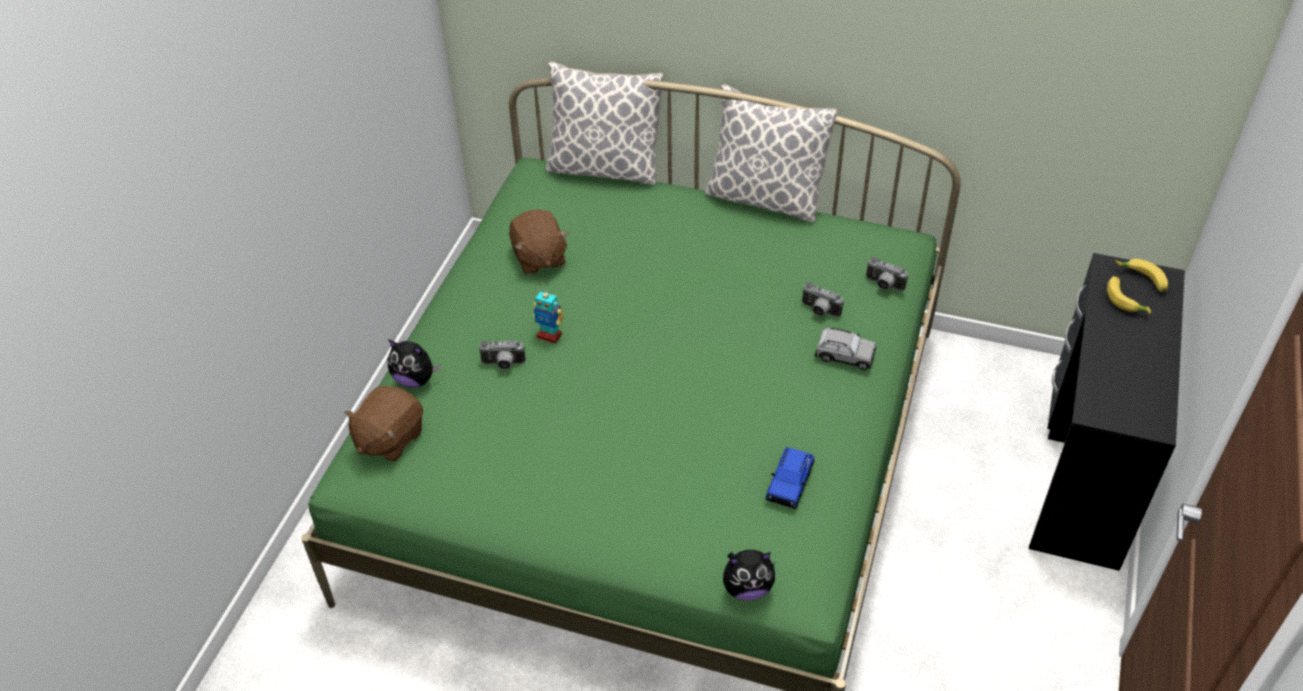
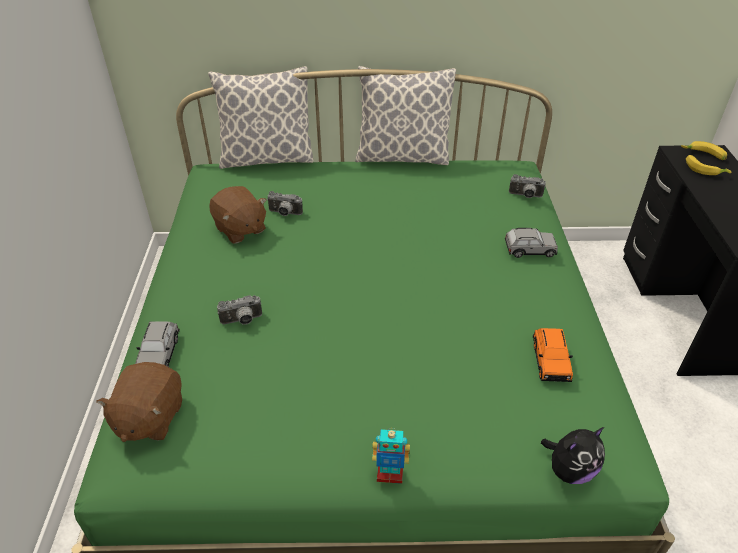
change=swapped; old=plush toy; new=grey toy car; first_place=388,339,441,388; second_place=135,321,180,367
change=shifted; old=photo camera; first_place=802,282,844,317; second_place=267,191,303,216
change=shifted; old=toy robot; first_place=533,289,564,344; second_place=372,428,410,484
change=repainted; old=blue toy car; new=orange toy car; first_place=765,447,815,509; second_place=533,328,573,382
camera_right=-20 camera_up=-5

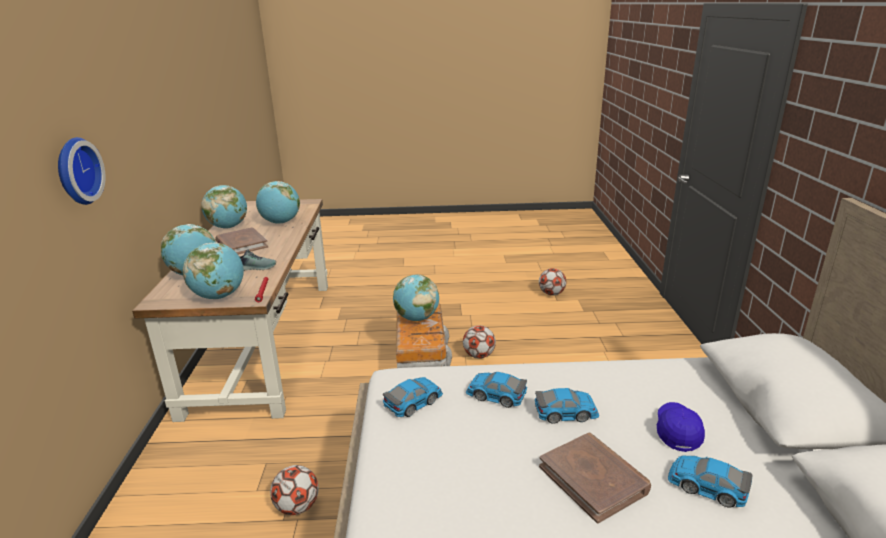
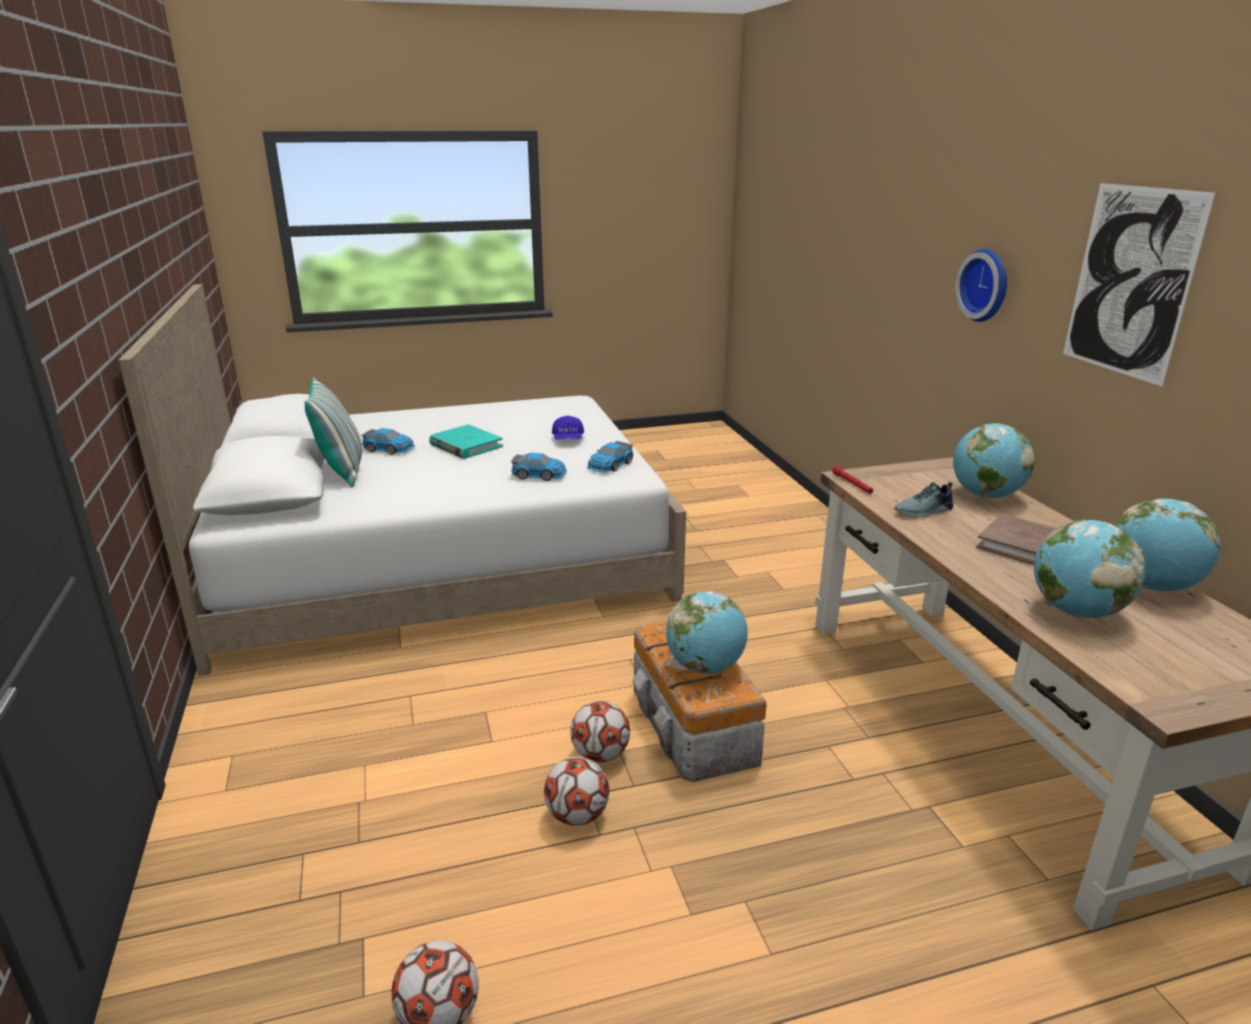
change=new; new=pillow; second_place=304,377,362,487
change=repainted; old=brown book; new=turquoise book; first_place=539,433,651,524; second_place=429,424,503,459
change=shifted; old=football; first_place=270,465,319,515; second_place=544,757,609,826
change=shifted; old=blue cap; first_place=657,402,705,452; second_place=552,415,584,440
change=new; new=picture; second_place=1063,183,1216,387
change=gone; old=globe; first_place=183,242,244,299
change=gone; old=toy car; first_place=535,388,599,424
camera_right=165 camera_up=0

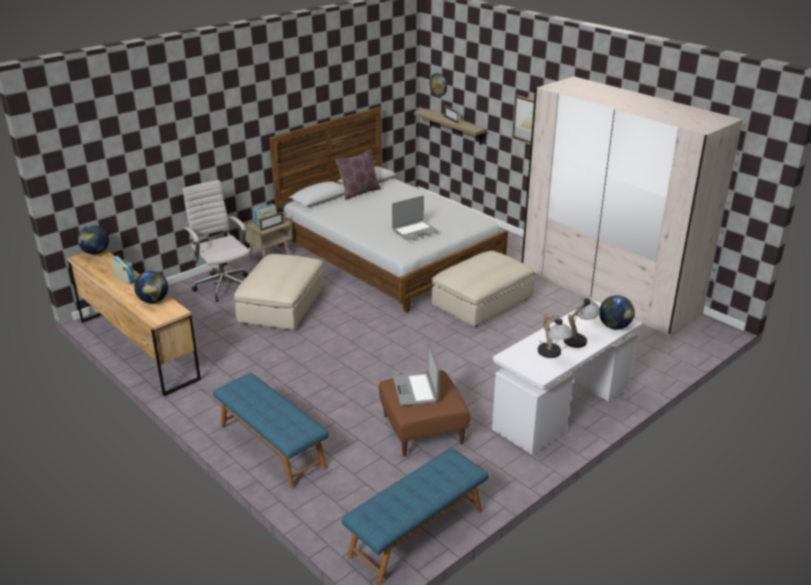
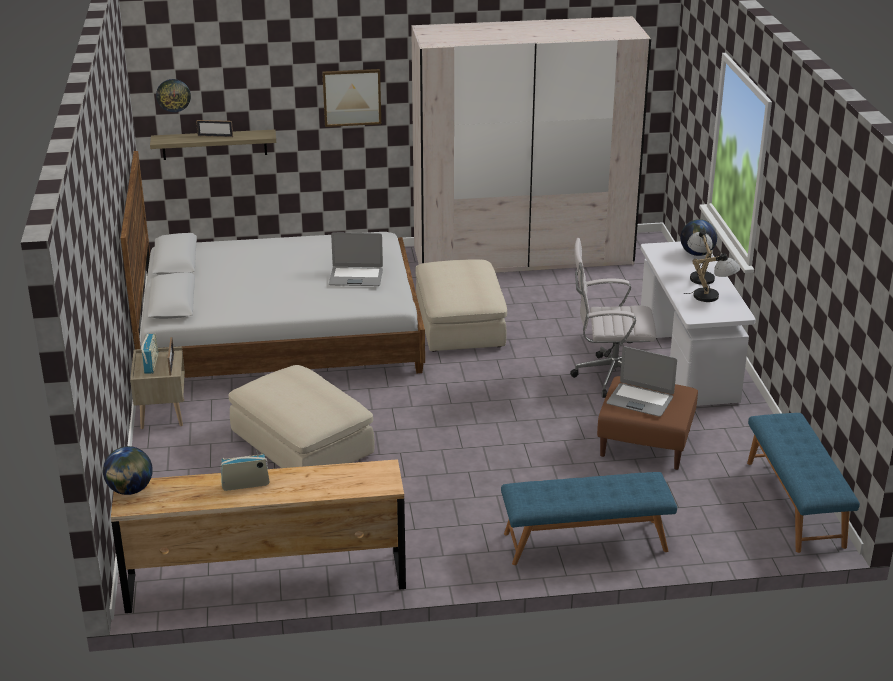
change=rotated; old=laptop; first_place=392,196,439,240; second_place=329,232,383,286; degrees=90
change=shifted; old=white office chair; first_place=182,180,249,302; second_place=570,238,656,398
change=gone; old=globe; first_place=134,271,168,303
change=gone; old=brown pillow; first_place=336,149,381,200
camera_right=-55 camera_up=0

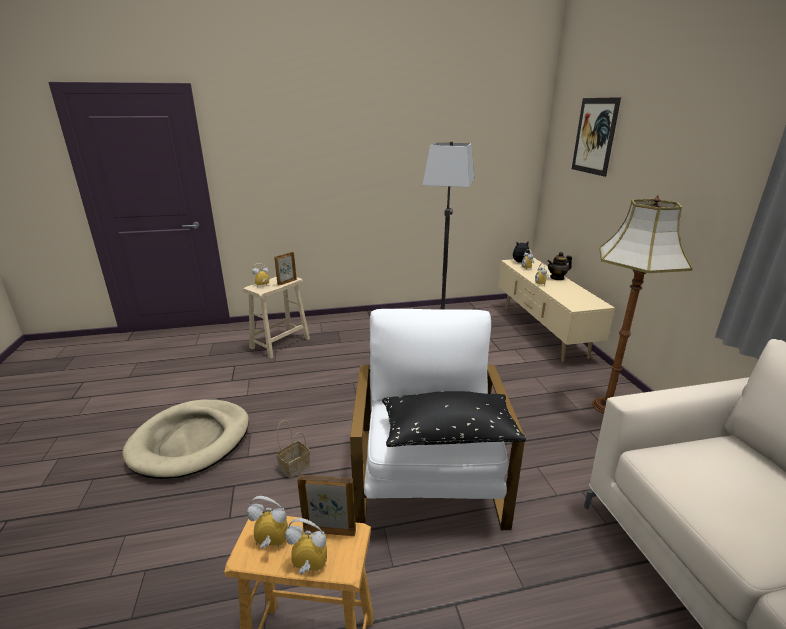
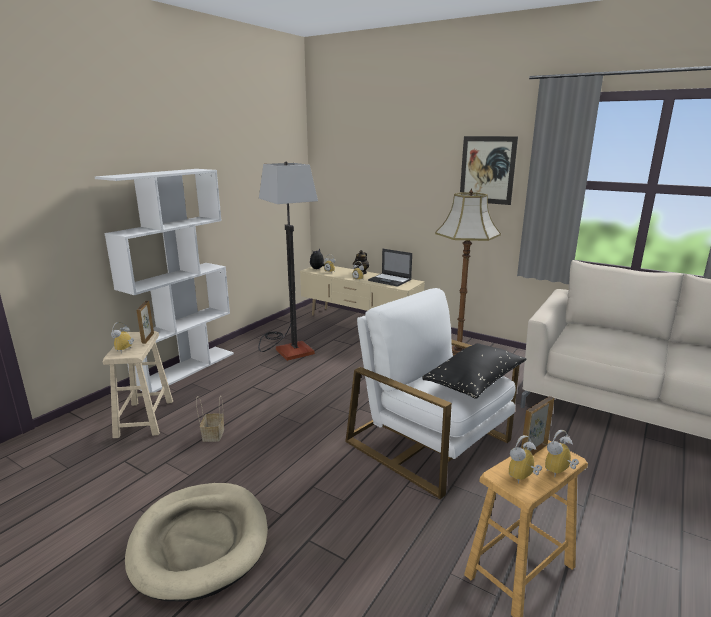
change=new; new=white bookcase; second_place=95,169,234,393
change=shifted; old=basket; first_place=276,421,310,478; second_place=196,396,224,442
change=new; new=laptop; second_place=368,249,412,287
change=shifted; old=picture; first_place=572,97,621,177; second_place=460,136,518,205
camera_right=-45 camera_up=-5

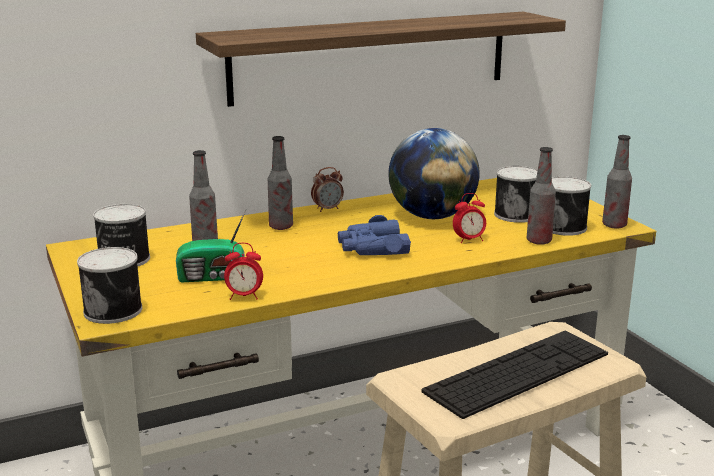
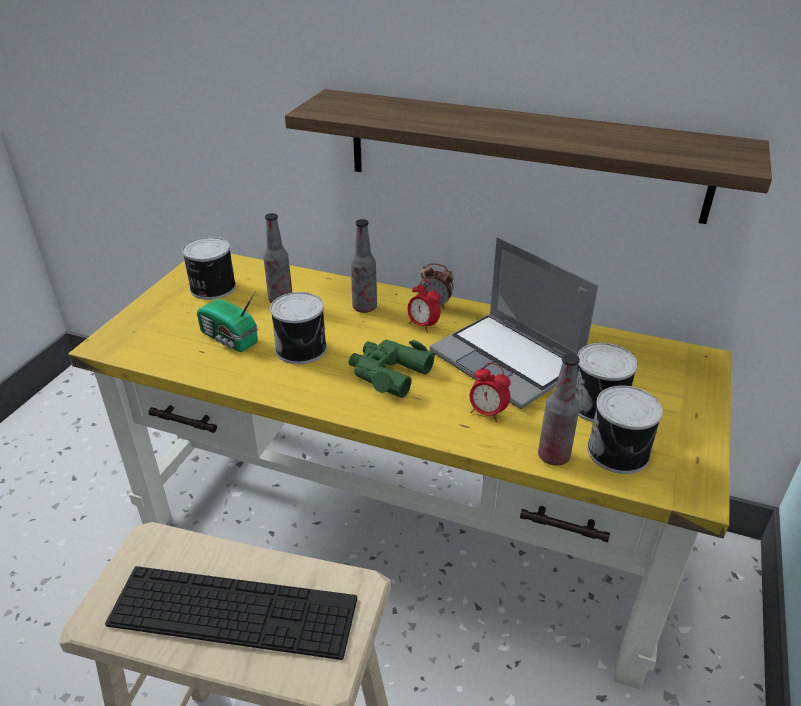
change=shifted; old=can; first_place=77,247,142,324; second_place=270,292,327,364
change=repainted; old=blue binoculars; new=green binoculars; first_place=338,215,411,255; second_place=349,340,435,398
change=shifted; old=alarm clock; first_place=224,243,263,300; second_place=408,280,441,333
change=swapped; old=globe; new=laptop; first_place=388,128,480,219; second_place=430,238,599,409
change=gone; old=bottle; first_place=602,135,632,228
camera_right=45 camera_up=15

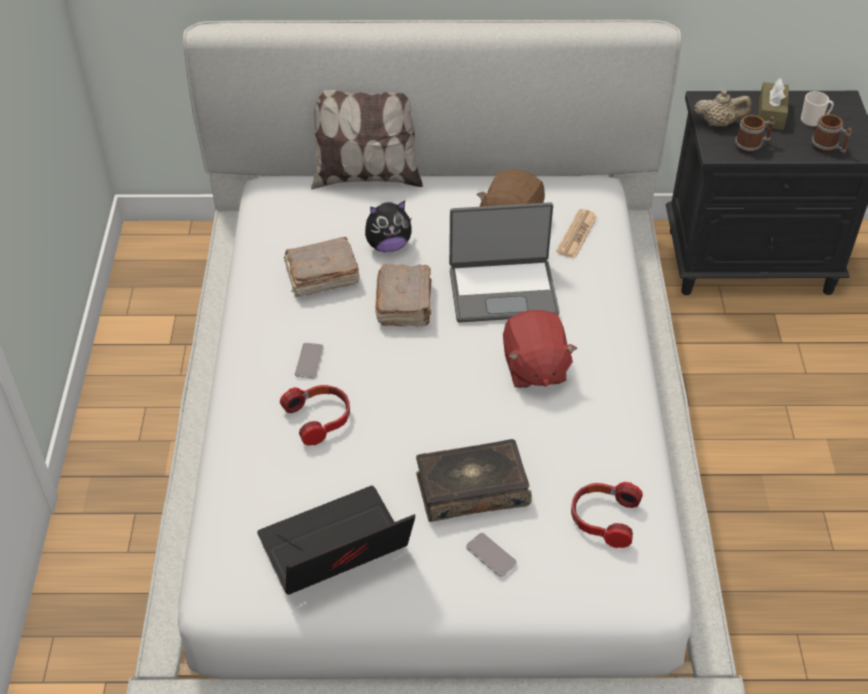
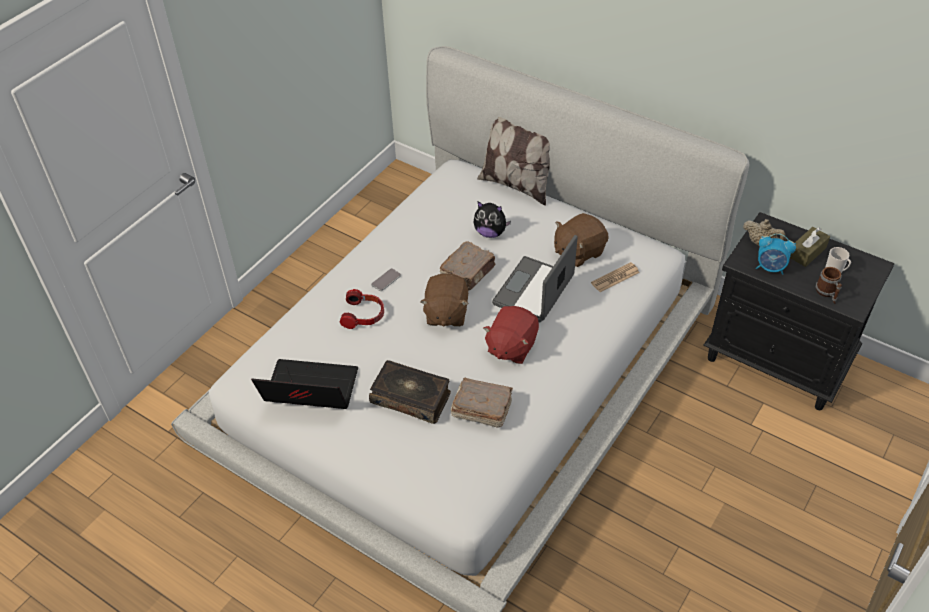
change=new; new=brown plush toy; second_place=420,273,469,327
change=shifted; old=brown book; first_place=284,237,360,297; second_place=451,378,513,428
change=rotated; old=laptop; first_place=449,202,560,323; second_place=492,235,578,323; degrees=90
change=swapped; old=mug; new=alarm clock; first_place=735,115,775,154; second_place=756,233,796,275
change=gone; old=phone; first_place=466,532,517,577
change=gone; old=headphones; first_place=571,482,643,548
camera_right=35 camera_up=0

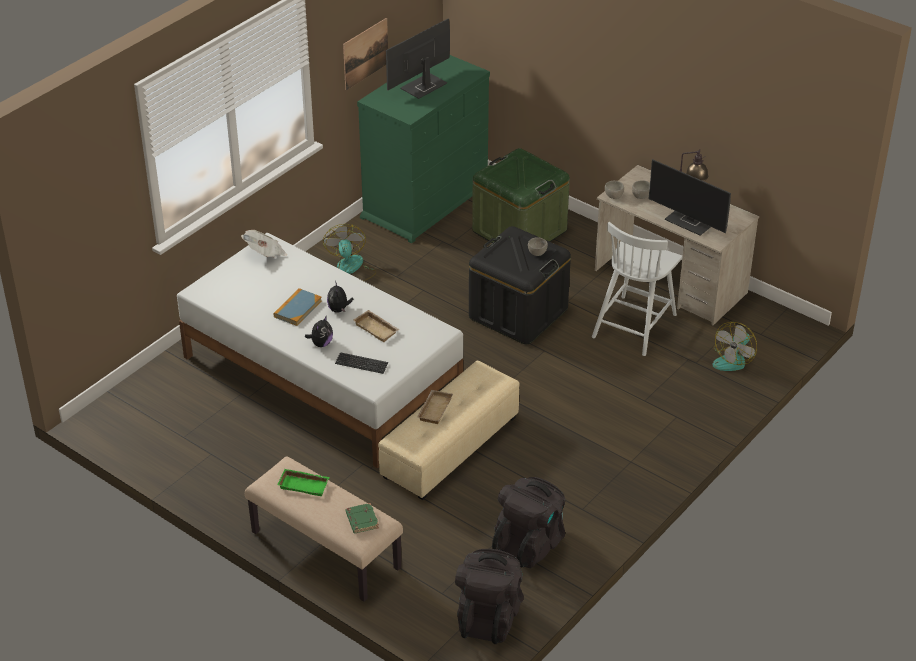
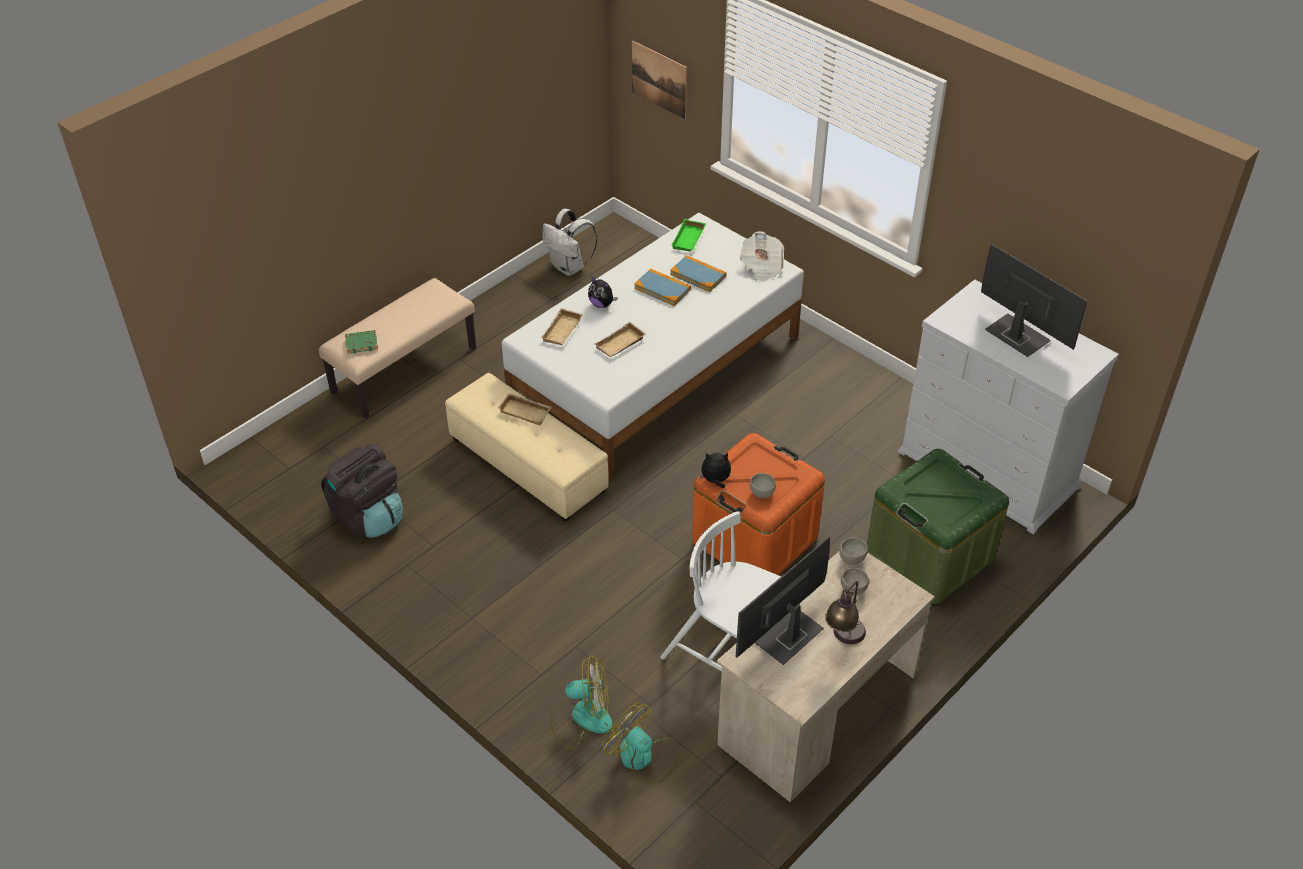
change=swapped; old=keyboard; new=beige tray; first_place=335,352,388,374; second_place=541,308,583,345
change=new; new=white backpack; second_place=542,209,598,276
change=shifted; old=fan; first_place=323,224,376,281; second_place=549,655,613,749
change=shifted; old=picture; first_place=343,18,388,90; second_place=632,41,687,119
change=new; new=book; second_place=670,255,727,292
change=shifted; old=green tray; first_place=277,469,330,496; second_place=671,219,706,252
change=repainted; old=black storage box; new=orange storage box; first_place=469,226,571,344; second_place=692,433,825,575
change=shifted; old=plush toy; first_place=327,281,353,313; second_place=699,453,731,488
change=repainted; old=green dresser; new=white dresser; first_place=357,55,490,243; second_place=898,279,1119,535
change=gone; old=black backpack; first_place=455,549,524,644
camera_right=95 camera_up=5

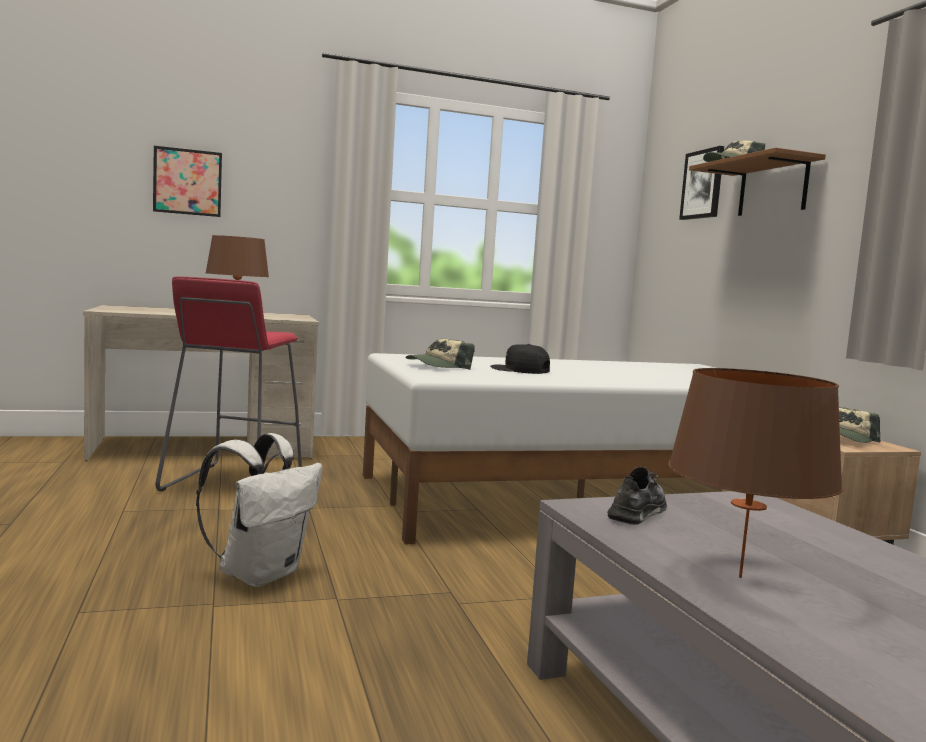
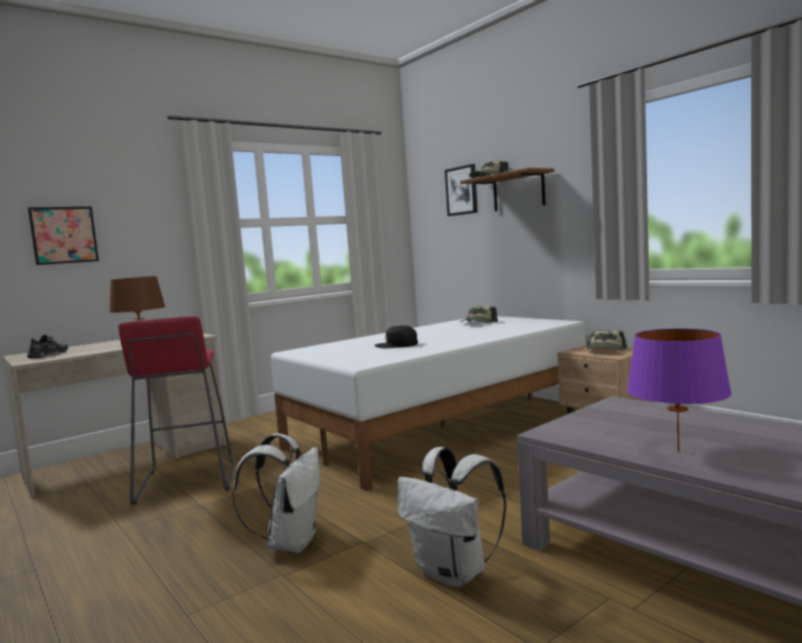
change=shifted; old=grey shoe; first_place=607,467,667,525; second_place=27,335,68,358
change=new; new=white backpack; second_place=397,447,506,588
change=shifted; old=cap; first_place=406,339,475,370; second_place=460,306,498,323
change=repainted; old=brown table lamp; new=purple table lamp; first_place=668,368,843,578; second_place=627,329,732,452
camera_right=-20 camera_up=0

